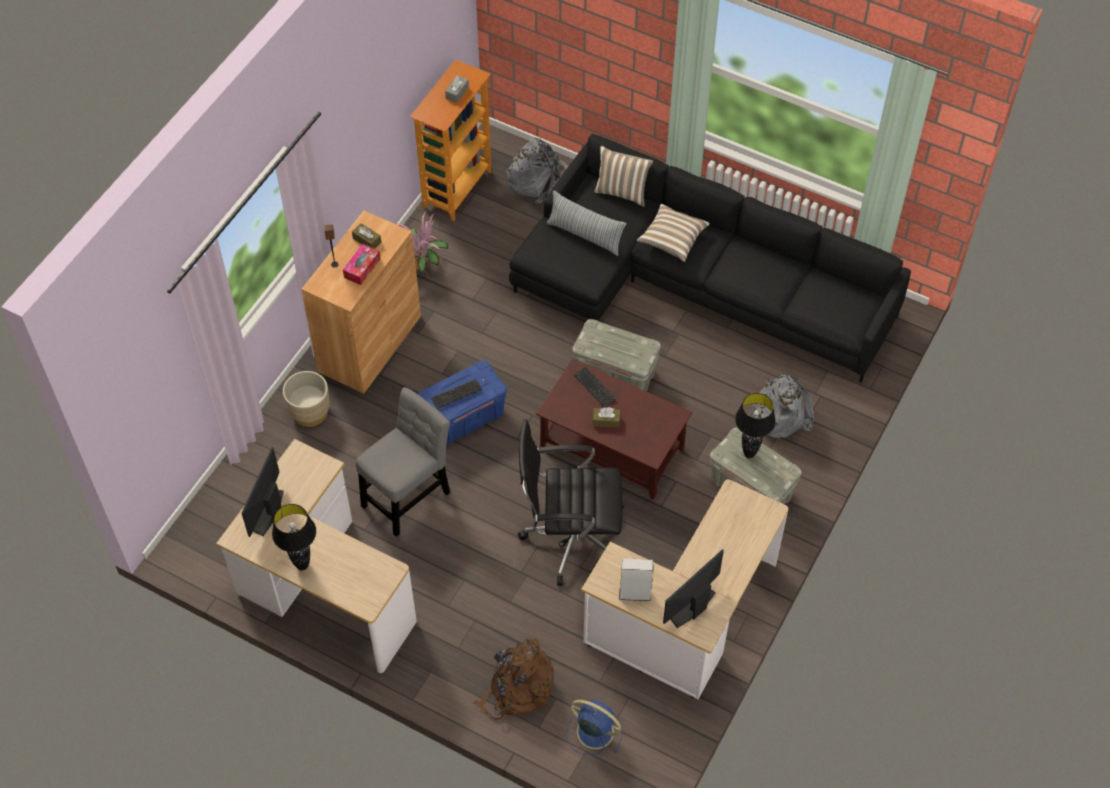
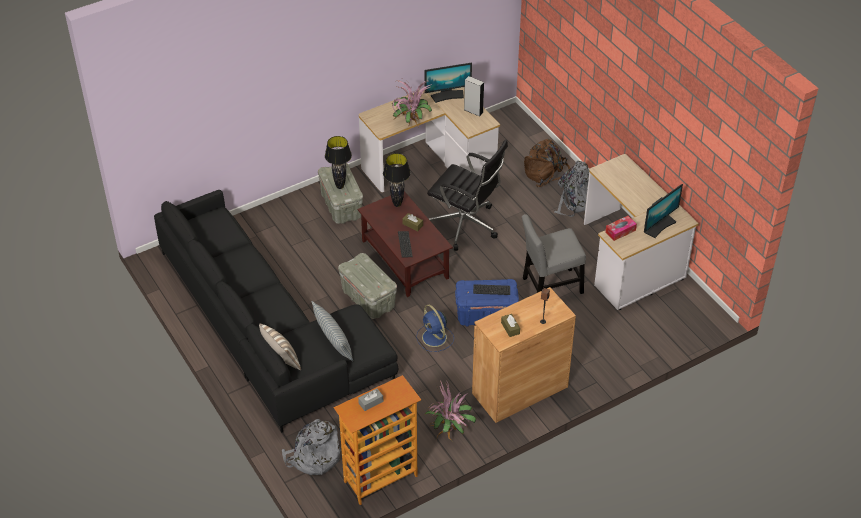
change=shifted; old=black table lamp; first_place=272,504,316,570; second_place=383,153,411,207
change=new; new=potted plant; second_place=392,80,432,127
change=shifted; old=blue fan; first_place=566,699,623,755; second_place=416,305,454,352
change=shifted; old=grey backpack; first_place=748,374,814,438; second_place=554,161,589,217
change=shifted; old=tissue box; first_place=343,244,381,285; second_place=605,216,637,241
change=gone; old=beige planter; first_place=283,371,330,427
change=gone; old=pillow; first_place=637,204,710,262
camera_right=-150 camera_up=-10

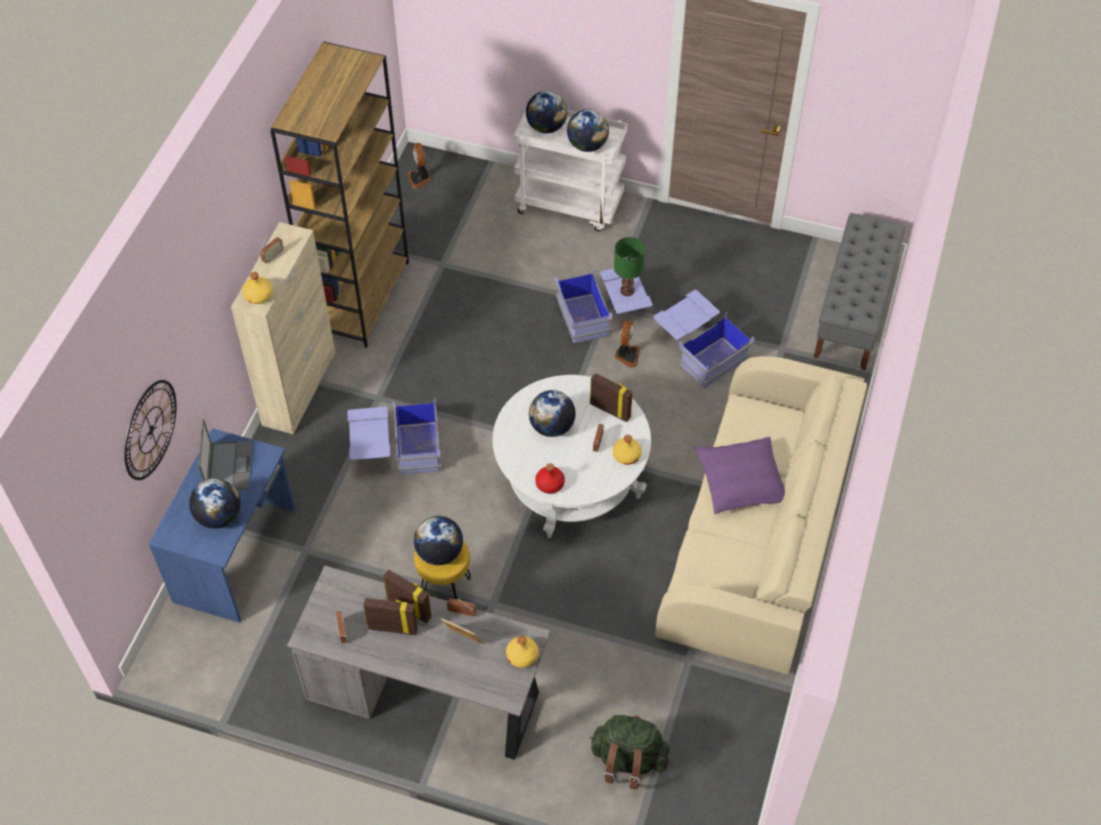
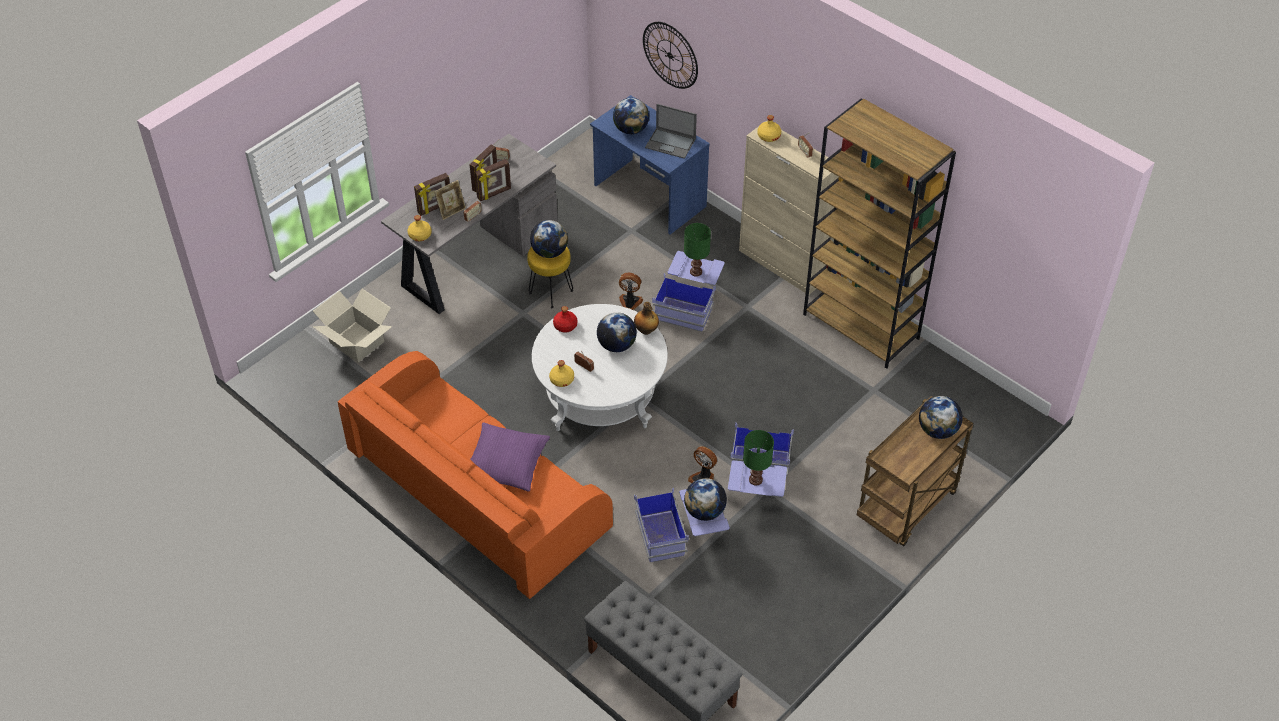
change=swapped; old=green backpack; new=cardboard box; first_place=589,715,670,789; second_place=313,289,392,363
change=repainted; old=beige sofa; new=orange sofa; first_place=655,356,867,675; second_place=338,351,613,599
change=shifted; old=picture frame; first_place=590,373,633,422; second_place=414,173,450,216
change=shifted; old=fan; first_place=408,143,431,189; second_place=619,273,643,310
change=new; new=bottle; second_place=634,302,659,335
change=new; new=green table lamp; second_place=684,223,711,277
change=shifted; old=globe; first_place=567,109,609,152; second_place=684,478,727,521
change=repainted; old=white cart; new=brown cart; first_place=513,110,628,232; second_place=857,396,974,546
camera_right=115 camera_up=-5

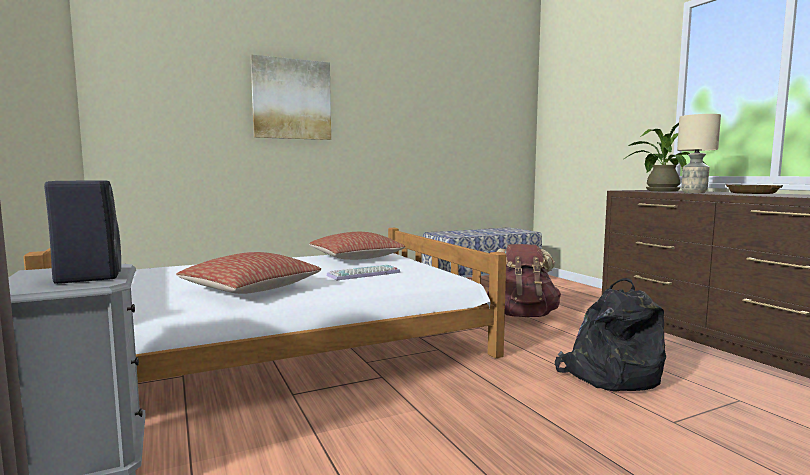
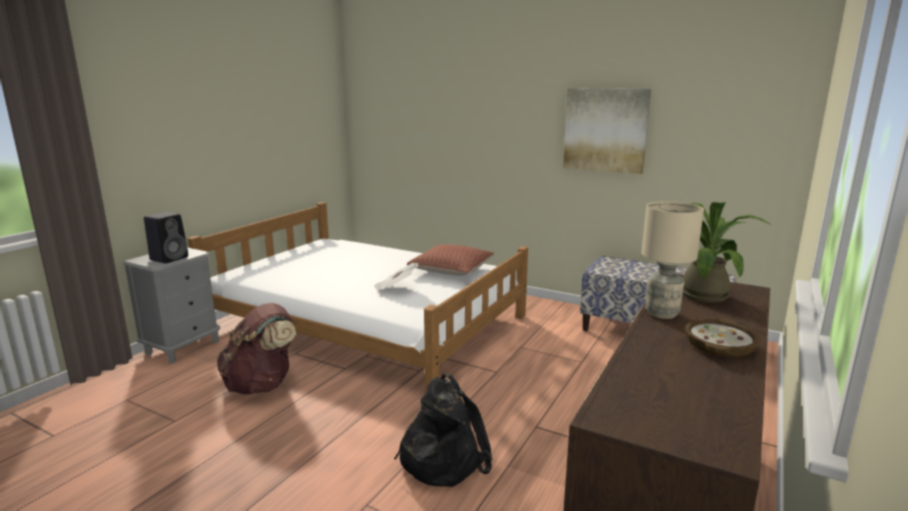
change=shifted; old=brown backpack; first_place=487,244,561,317; second_place=217,303,296,395
change=swapped; old=keyboard; new=newspaper; first_place=327,265,400,280; second_place=374,263,418,292
change=shifted; old=picture; first_place=251,54,331,140; second_place=563,88,651,174
change=gone; old=pillow; first_place=177,252,321,294
camera_right=55 camera_up=10

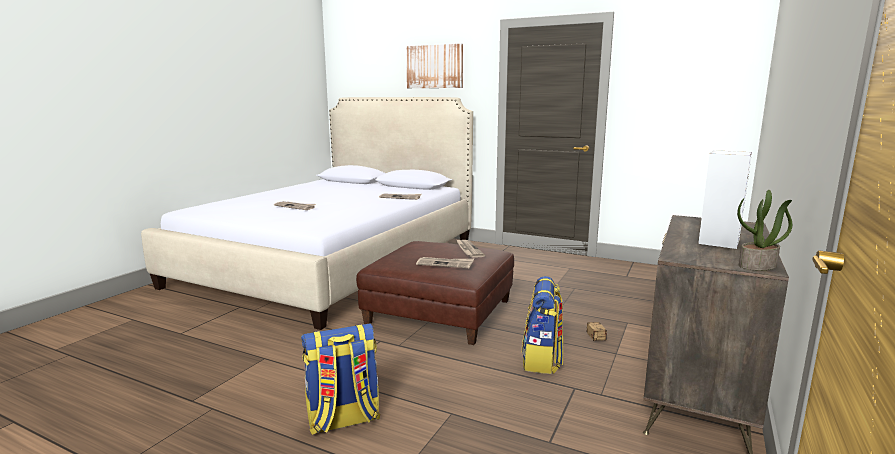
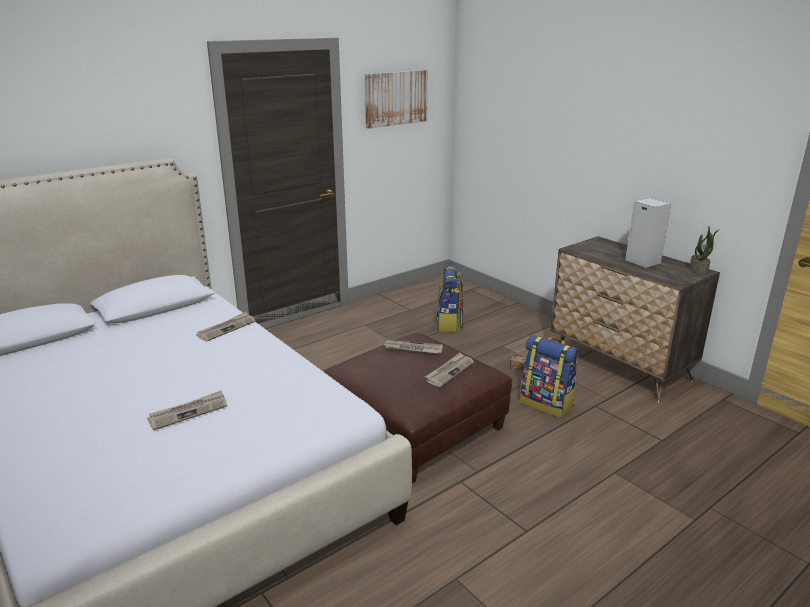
change=shifted; old=picture; first_place=406,44,463,88; second_place=365,70,428,129
change=shifted; old=backpack; first_place=301,323,380,435; second_place=436,266,464,332
camera_right=-65 camera_up=10

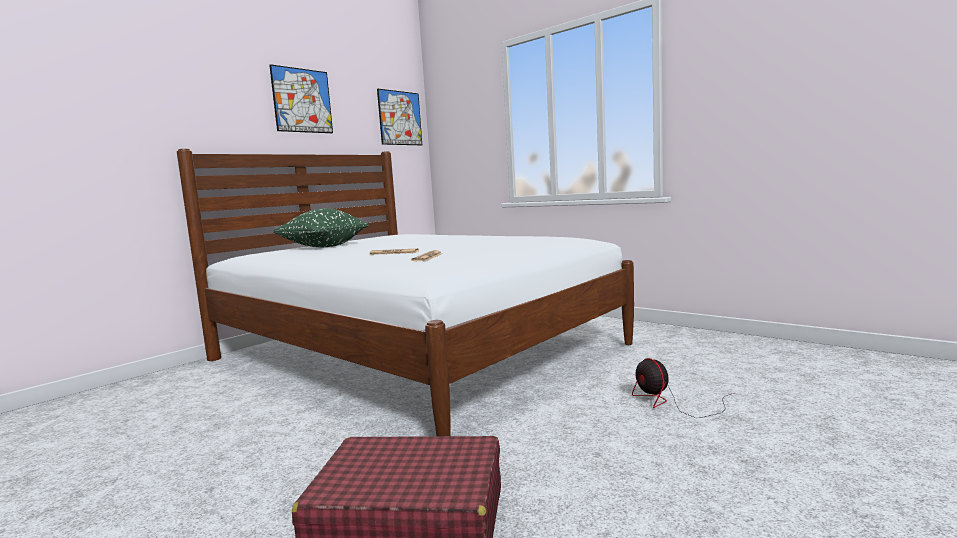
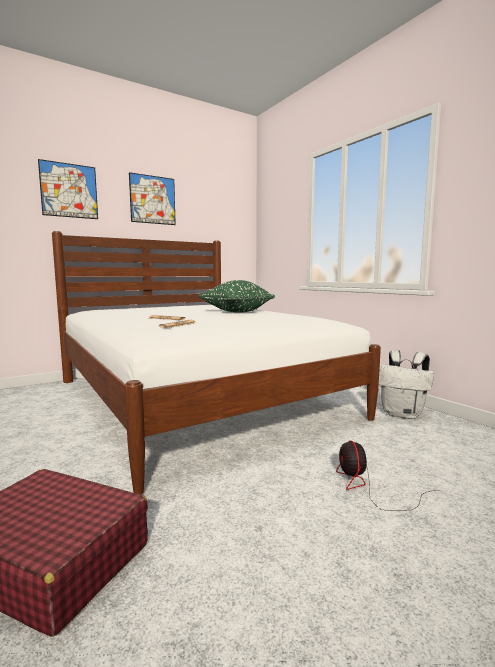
change=shifted; old=picture; first_place=377,89,422,145; second_place=38,159,98,219
change=shifted; old=green pillow; first_place=273,208,369,247; second_place=198,280,275,313
change=new; new=white backpack; second_place=379,350,434,419
camera_right=15 camera_up=0

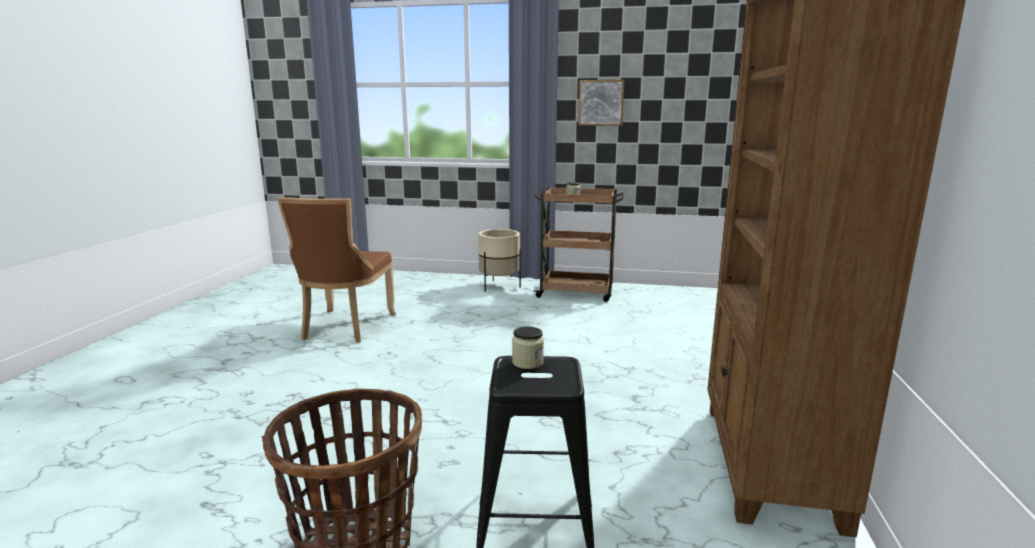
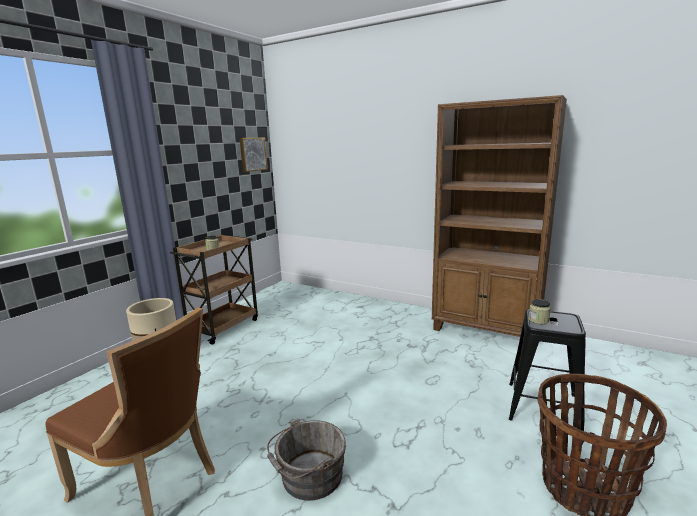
change=shifted; old=picture; first_place=578,80,625,126; second_place=240,138,268,172
change=new; new=grey bucket; second_place=267,418,346,501
camera_right=-70 camera_up=0

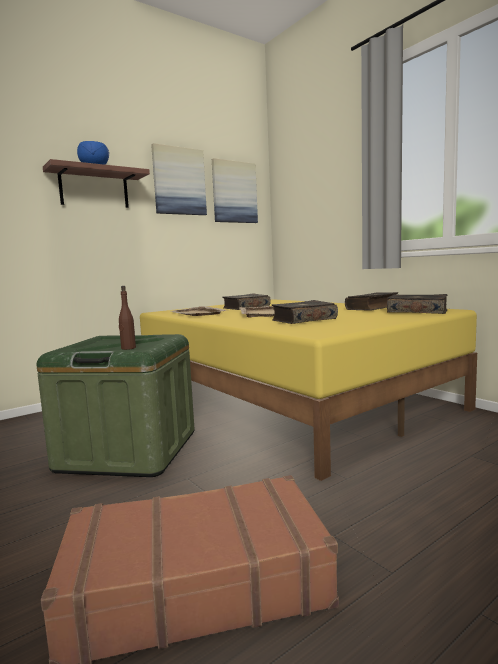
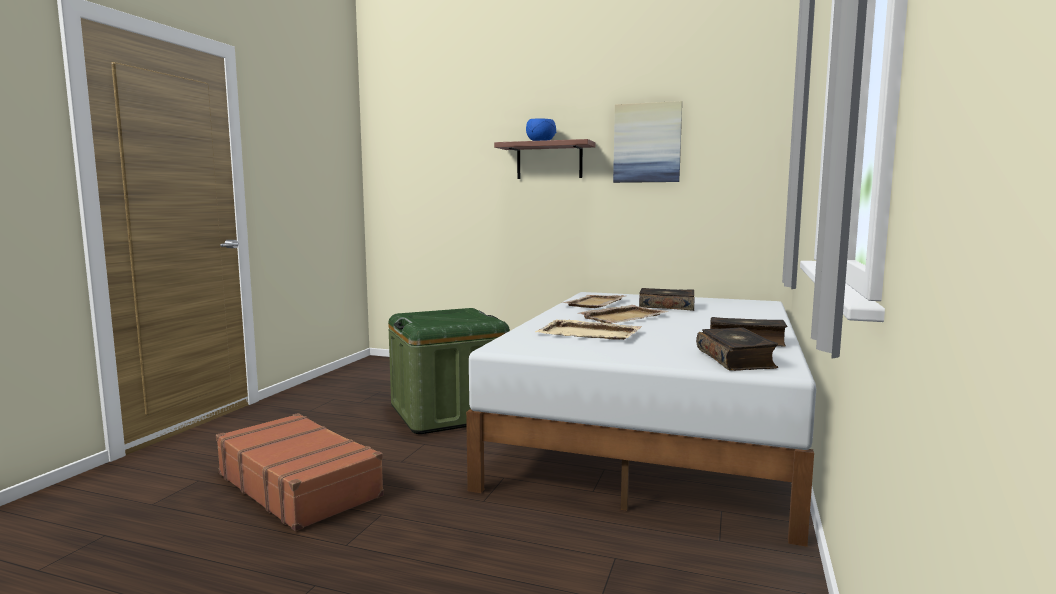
change=repainted; old=yellow bed; new=white bed; first_place=140,299,477,481; second_place=466,292,816,547
change=swapped; old=book; new=beige tray; first_place=272,300,338,324; second_place=535,320,642,340
change=gone; old=brown bottle; first_place=119,286,136,350
change=gone; old=picture; first_place=212,158,258,223
camera_right=55 camera_up=0

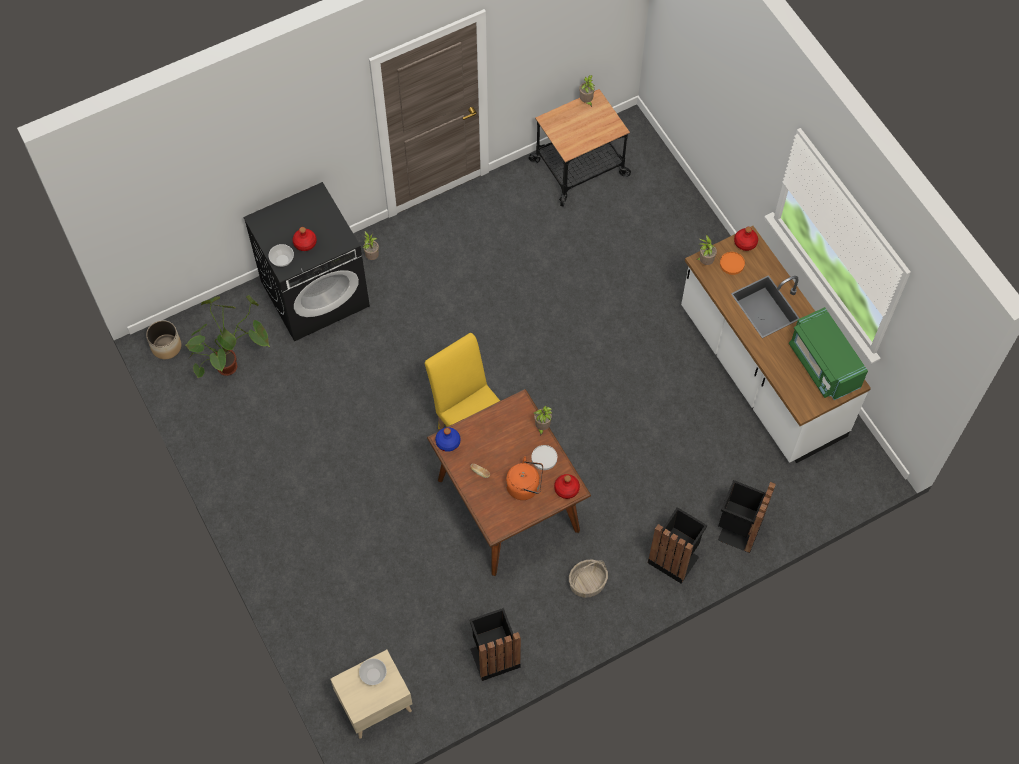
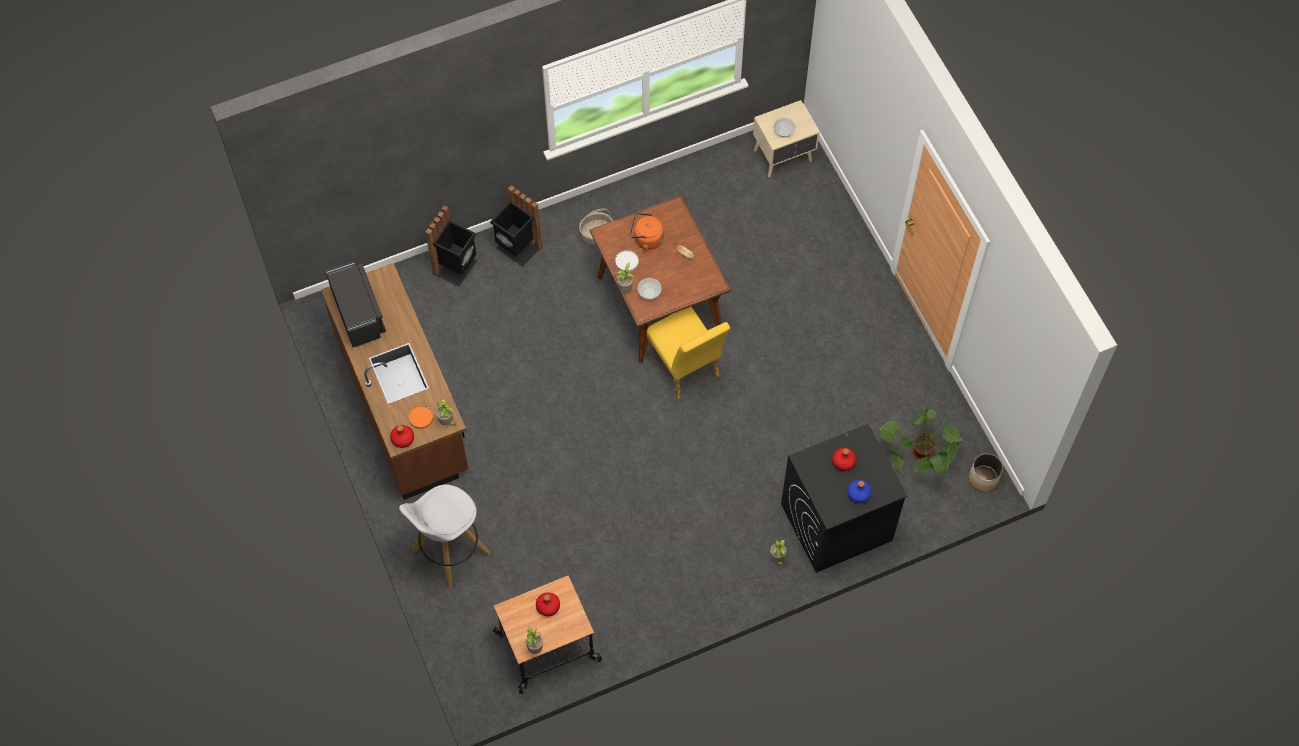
change=repainted; old=white counter; new=brown counter; first_place=681,226,871,463; second_place=321,263,468,500
change=repainted; old=green microwave; new=black microwave; first_place=789,307,868,400; second_place=326,261,386,348
change=new; new=white stool; second_place=399,485,490,588
change=shifted; old=red bottle; first_place=554,474,580,499; second_place=536,592,560,616
change=shifted; old=bowl; first_place=269,244,294,267; second_place=638,278,661,300
change=shifted; old=blue bottle; first_place=435,427,460,452; second_place=847,480,872,503
change=gone; old=black trash can; first_place=469,608,521,681
camera_right=-175 camera_up=0

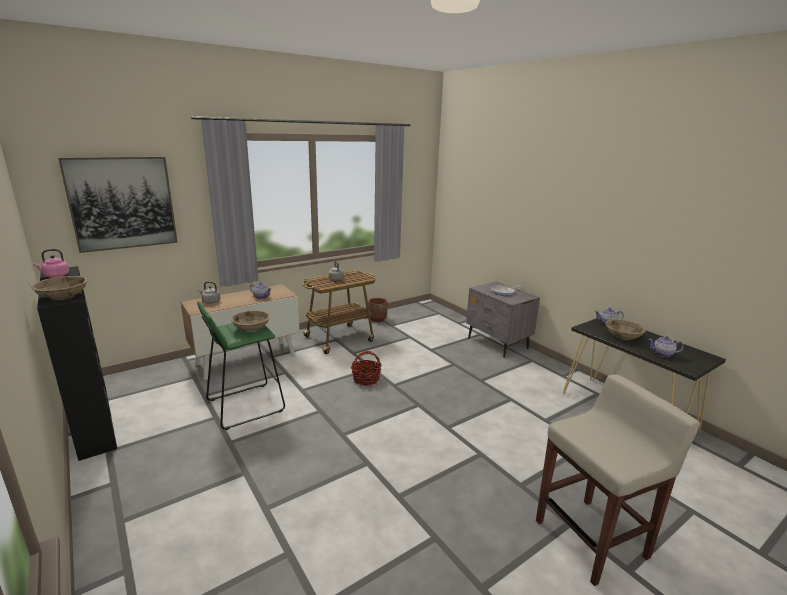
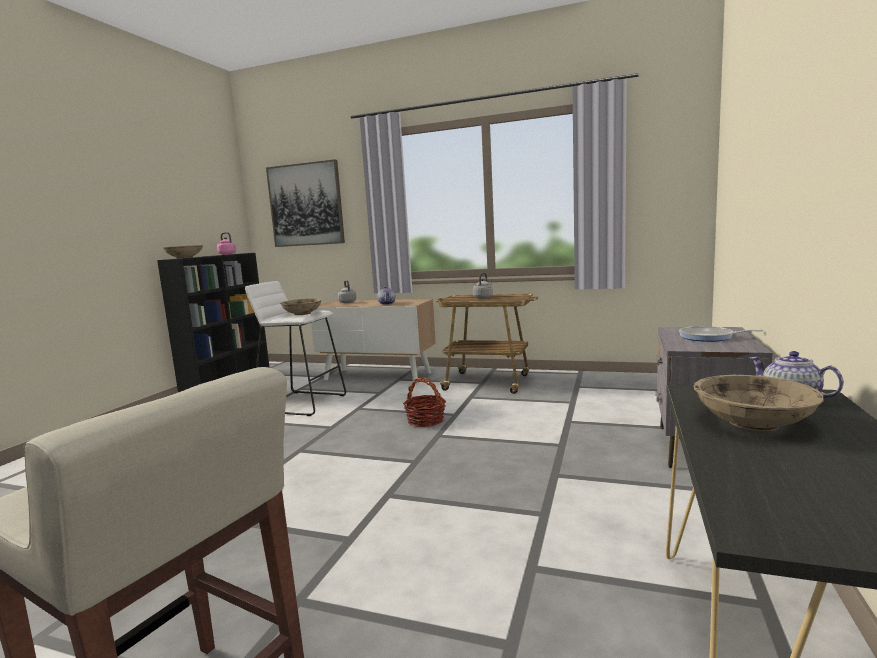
change=repainted; old=green stool; new=white stool; first_place=197,301,285,430; second_place=245,281,346,416
change=gone; old=brown planter; first_place=368,298,387,322
change=gone; old=teapot; first_place=648,336,684,357
camera_right=55 camera_up=-10

